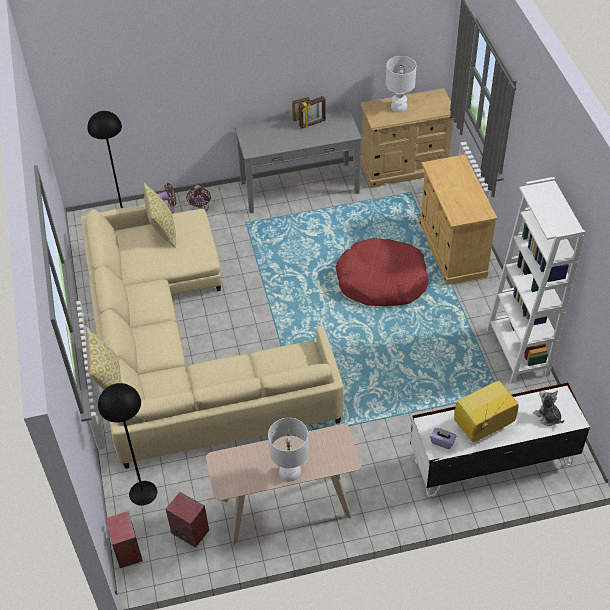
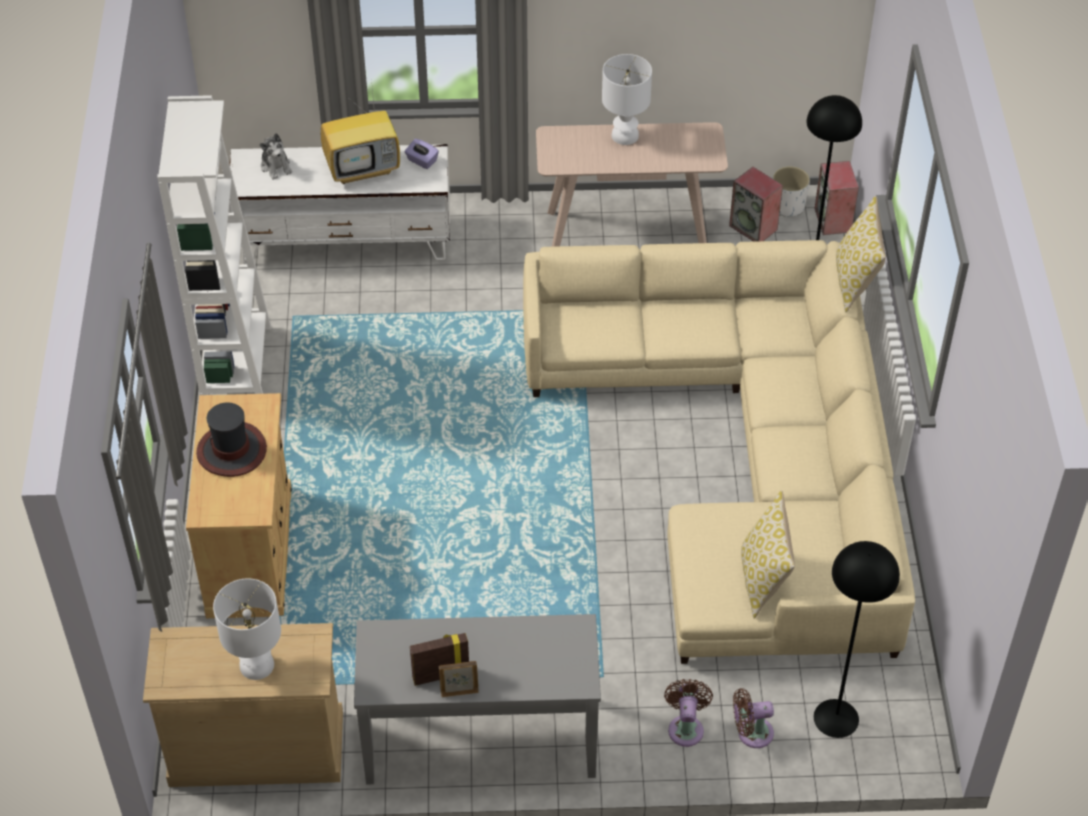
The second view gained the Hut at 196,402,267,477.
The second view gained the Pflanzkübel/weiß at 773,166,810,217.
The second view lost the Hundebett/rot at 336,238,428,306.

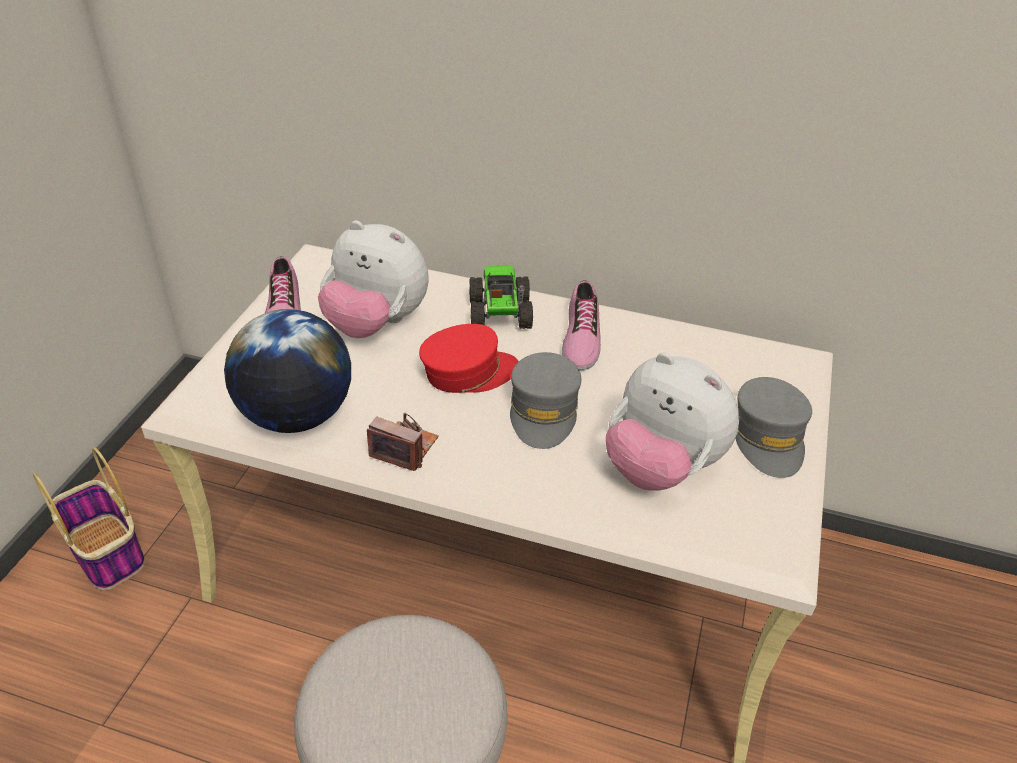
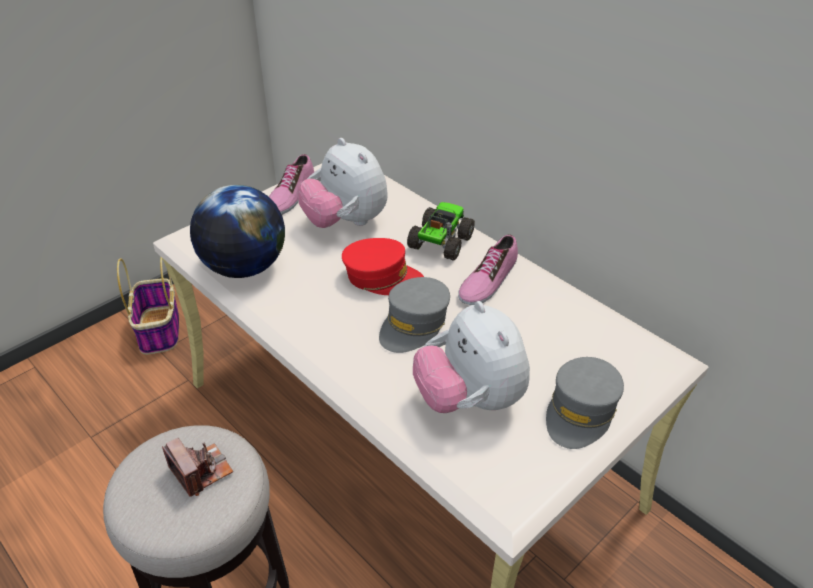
The Kamera ended up elsewhere, having gone from 367,413,439,471 to 162,438,233,497.

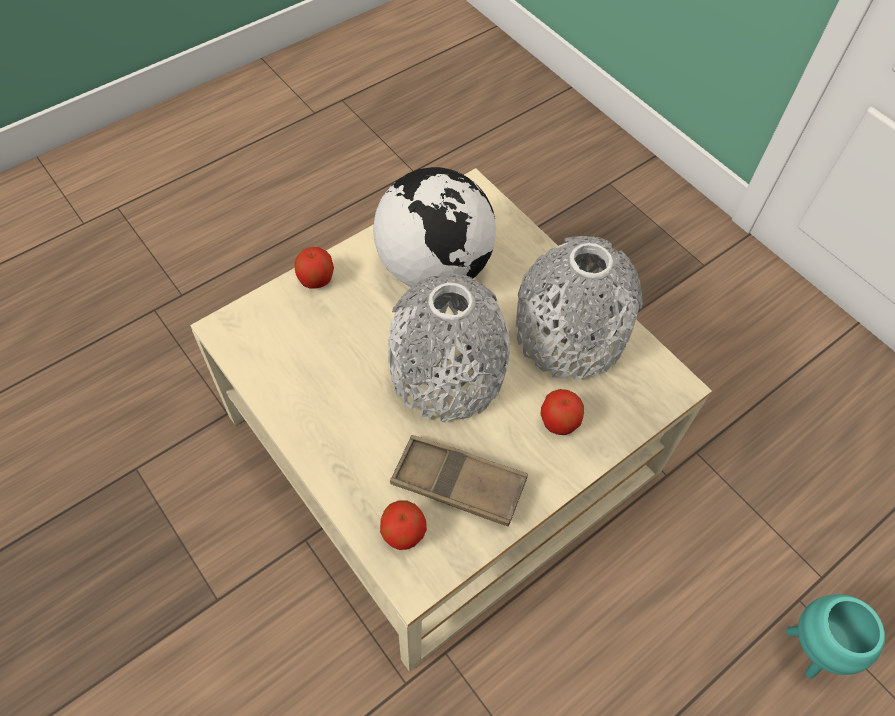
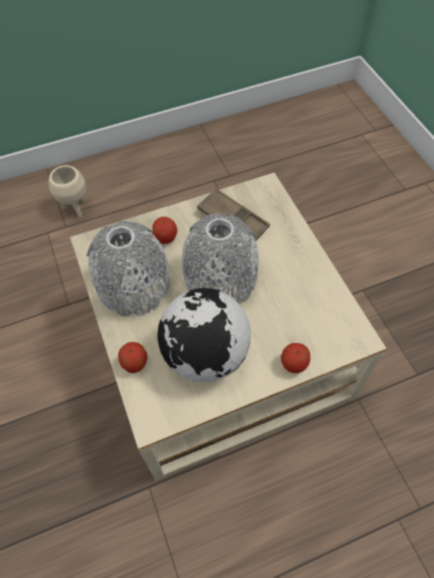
What was the Pflanzkübel/türkis at 786,594,885,679 turned into the Pflanzkübel/beige at 49,165,86,218.
The Apfel ended up elsewhere, having gone from 380,500,427,550 to 118,342,148,373.

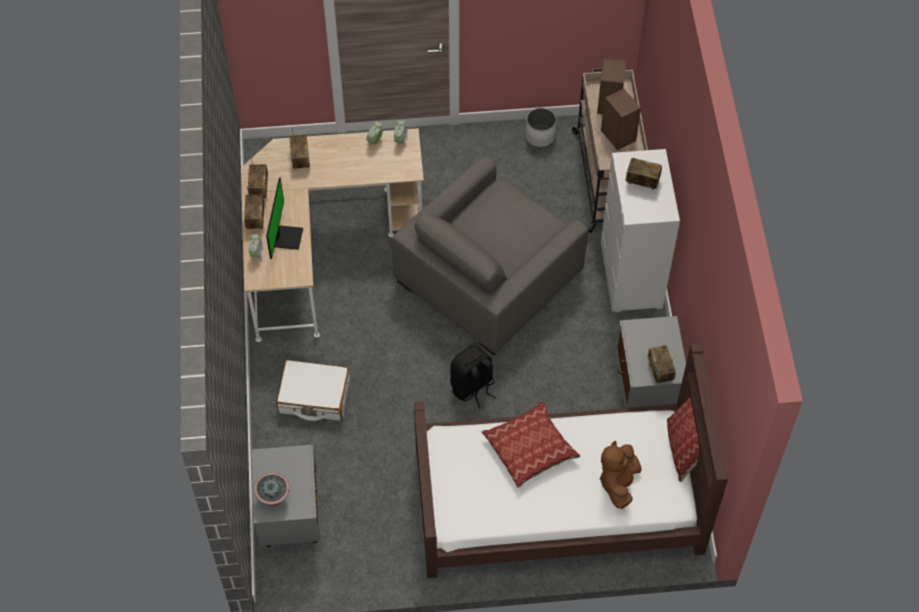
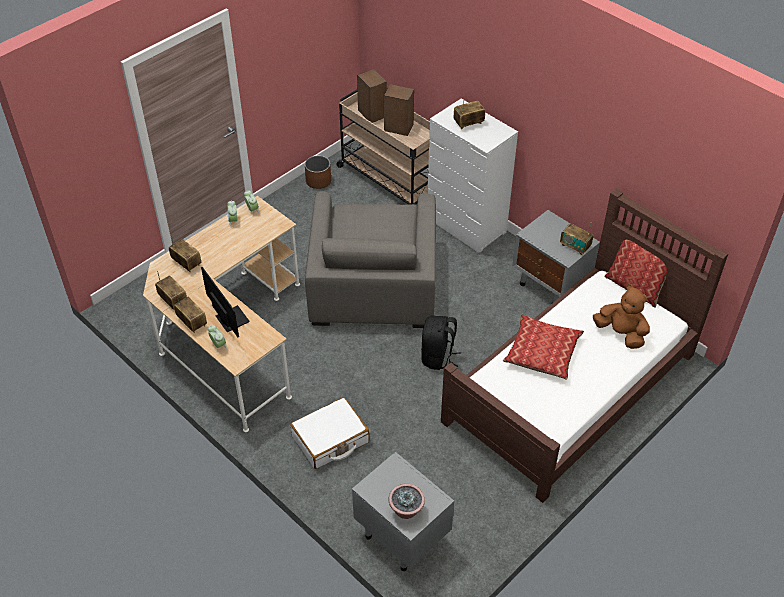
What was the Pflanzkübel/weiß at 525,108,556,147 turned into the Pflanzkübel/braun at 305,156,331,189.
The Plüschtier/braun at 600,441,642,509 ended up facing another way, 150 degrees clockwise from before.

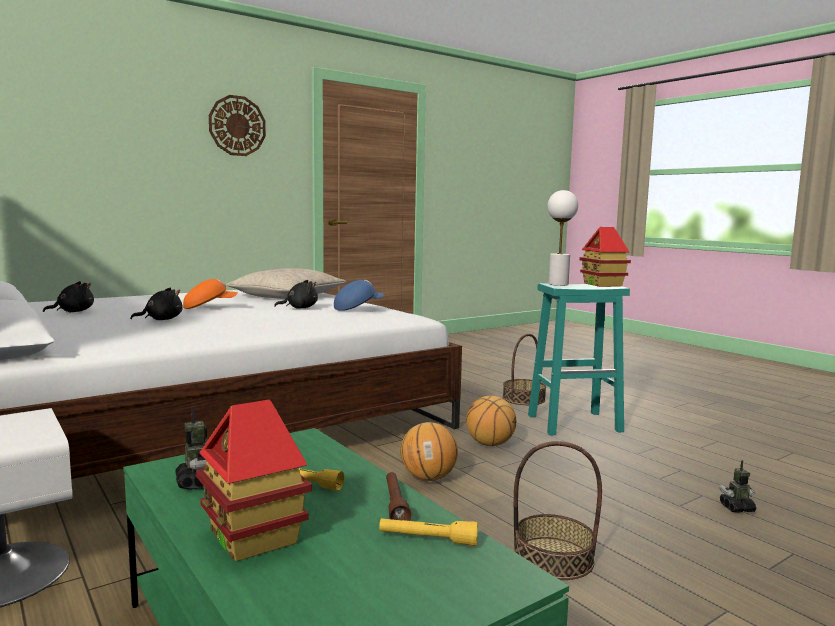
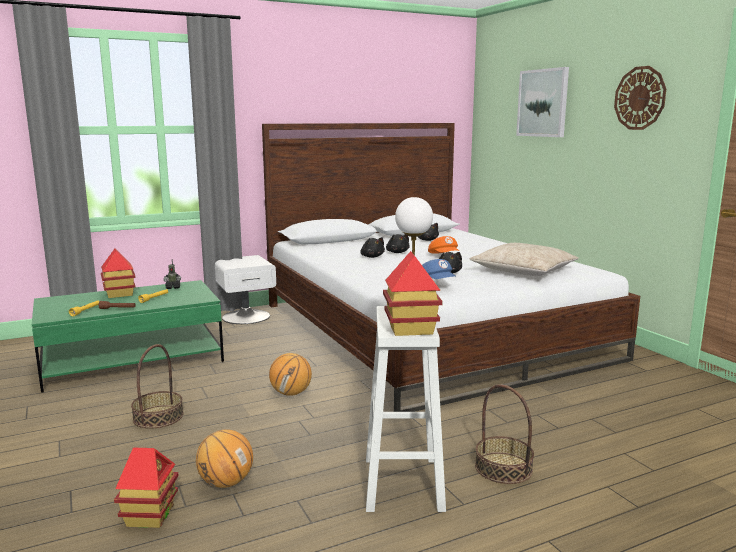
Where the Spielzeugroboter stood at 719,460,756,513, the Spielzeughaus came to stand at 114,448,179,528.
The Basketball ended up elsewhere, having gone from 466,396,516,446 to 196,429,253,488.
The second view gained the Plüschtier/schwarz at 361,237,385,258.
What was the Hocker/türkis at 528,283,630,436 turned into the Hocker/weiß at 366,306,446,512.
The second view gained the Bild at 516,67,569,137.

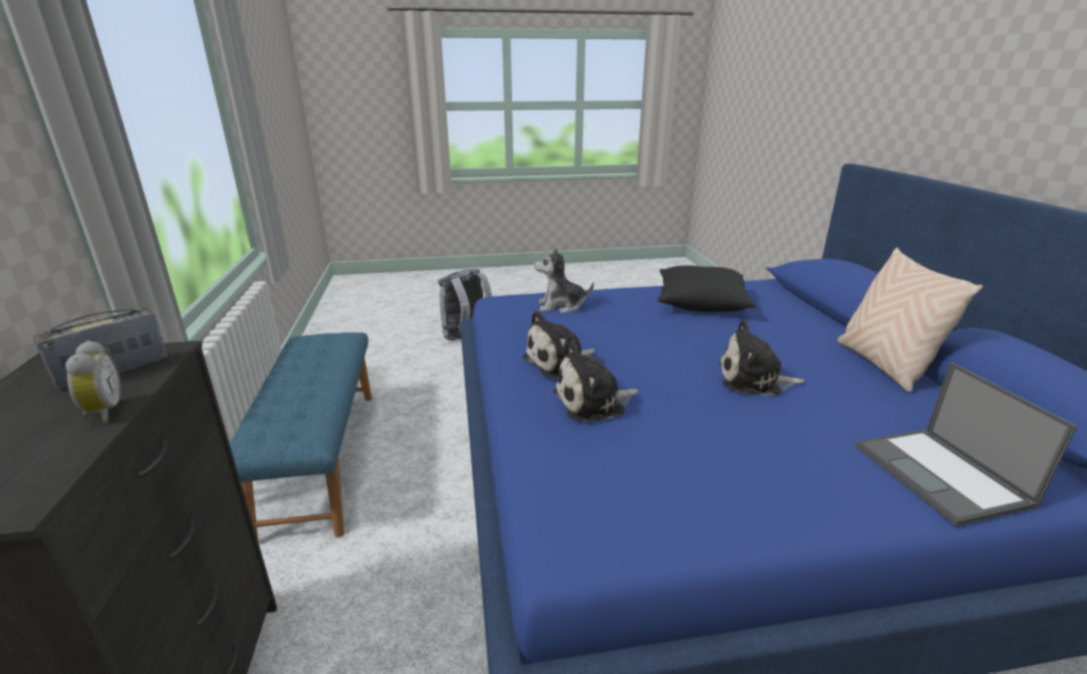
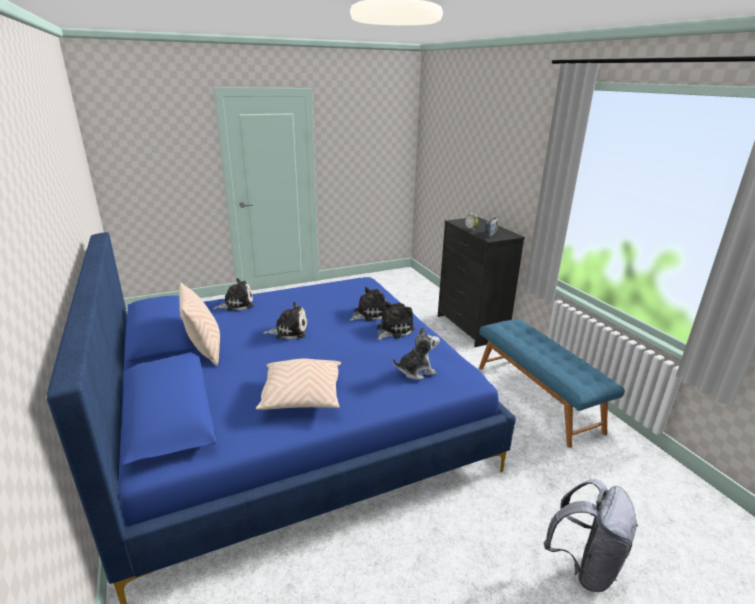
Where the Laptop stood at 855,362,1077,526, the Plüschtier came to stand at 213,278,254,311.
What was the Kissen/schwarz at 657,265,756,312 turned into the Kissen/beige at 256,359,341,410.

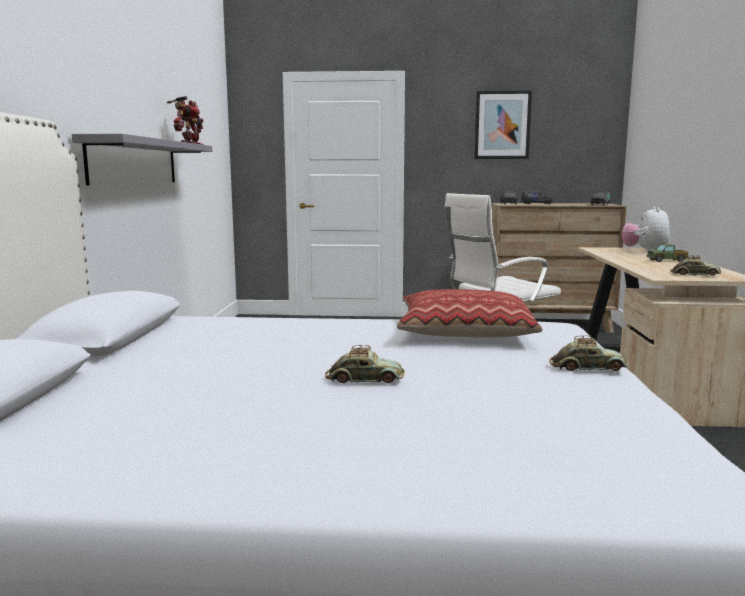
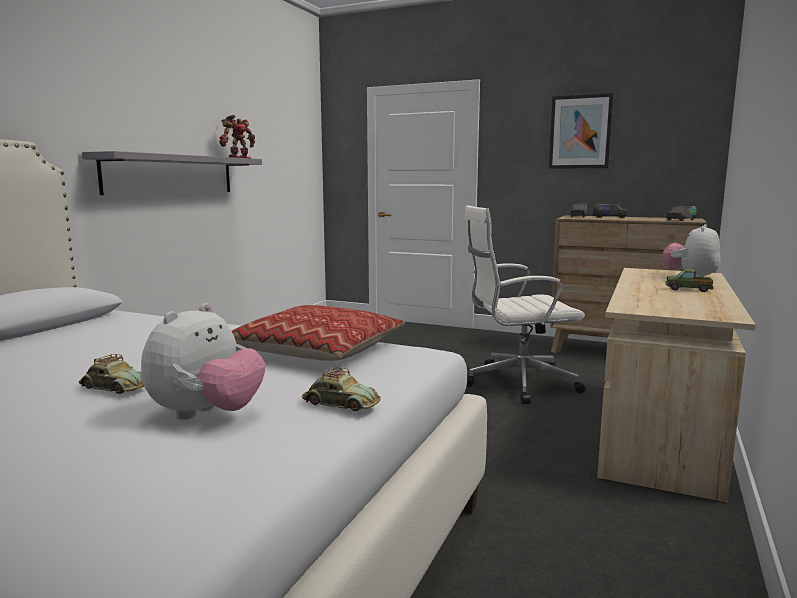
The second view gained the Plüschtier at 141,303,265,420.
The second view lost the Spielzeugauto at 670,255,722,276.

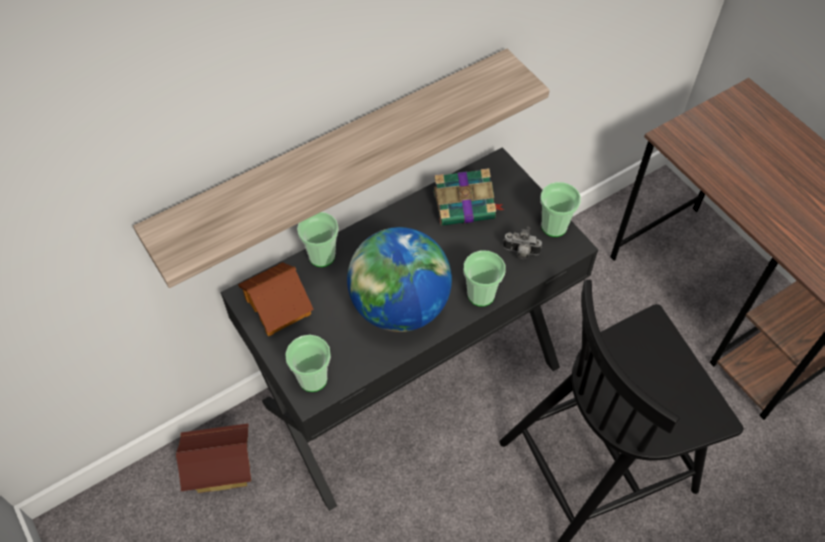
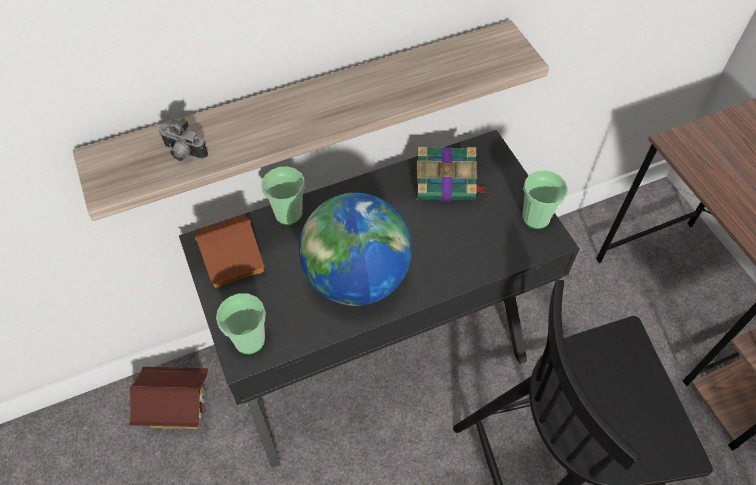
The Kamera ended up elsewhere, having gone from 503,227,542,259 to 159,117,208,161.
The second view lost the Tasse at 463,250,505,307.

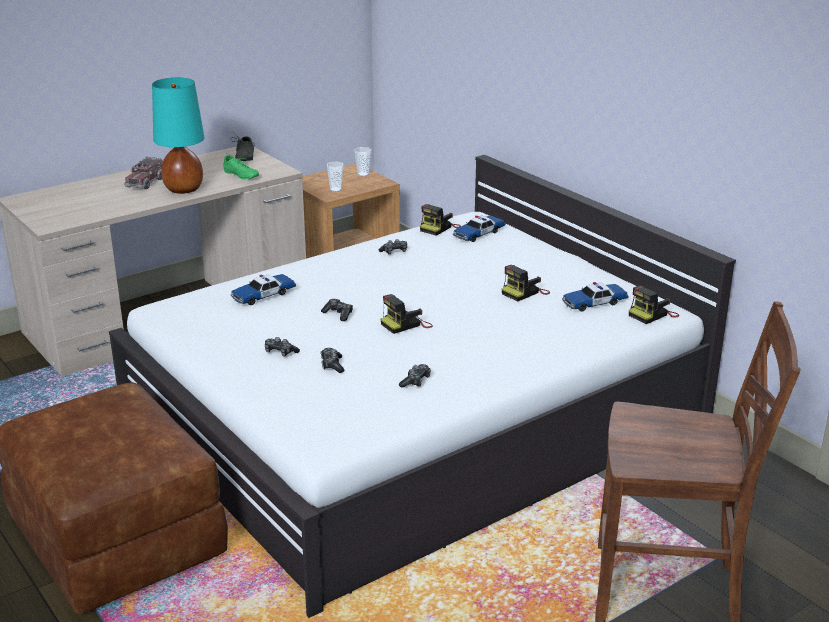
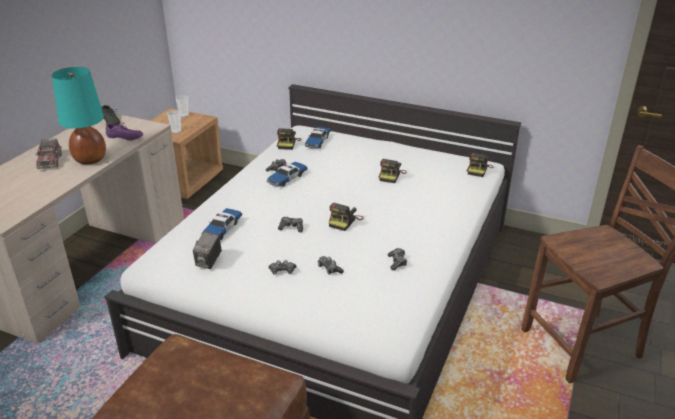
What was the Schuh/grün at 224,153,259,180 turned into the Schuh/lila at 106,122,143,140.
The second view gained the Kamera at 193,232,222,269.
The Spielzeugauto ended up elsewhere, having gone from 562,282,629,312 to 267,162,308,187.

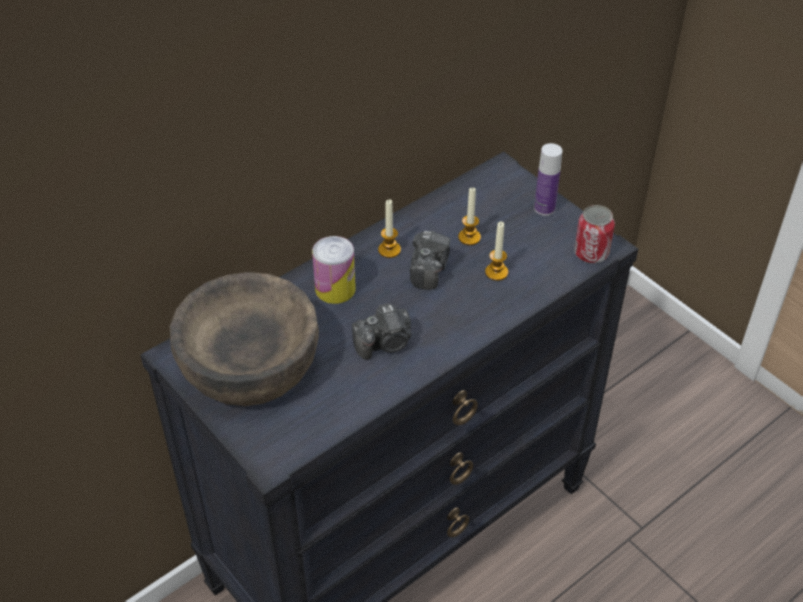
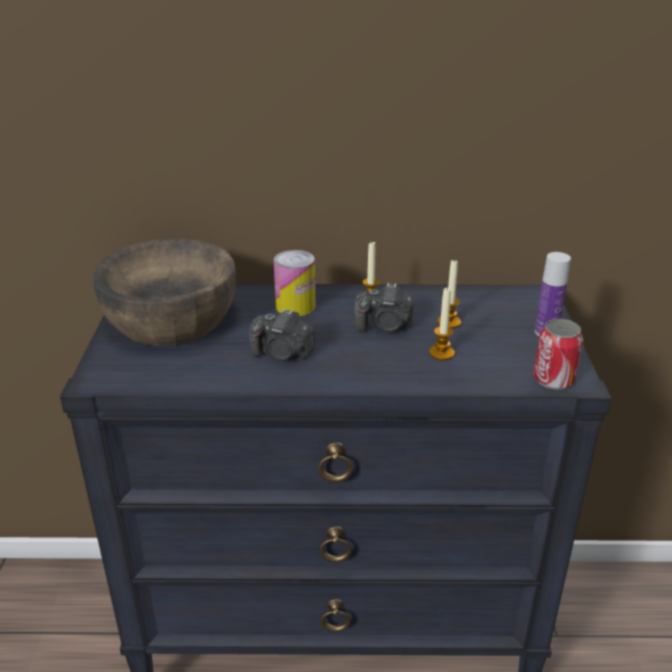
The Kamera at 410,231,451,290 ended up facing another way, 45 degrees clockwise from before.

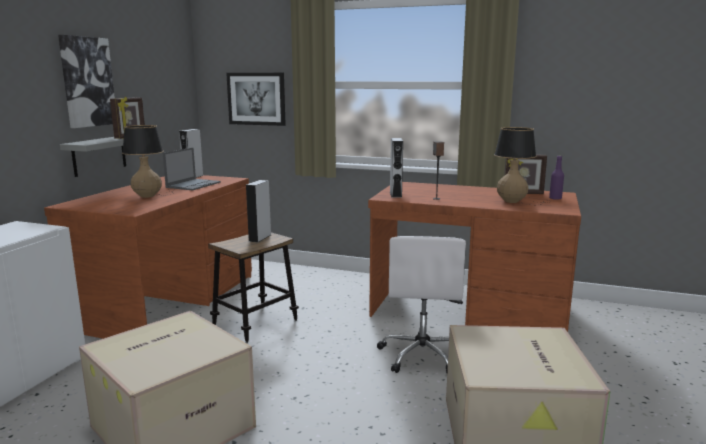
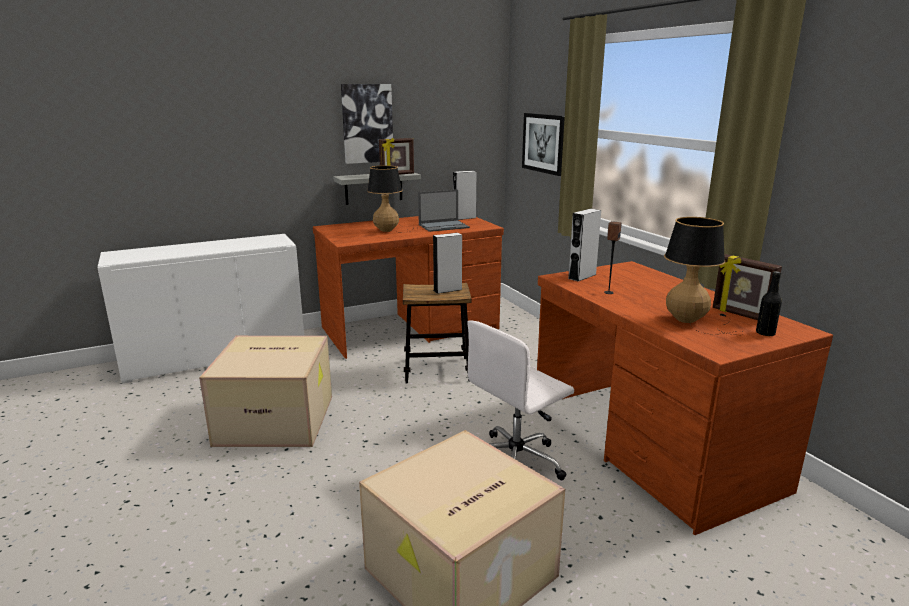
What was the Flasche/lila at 549,156,564,200 turned into the Flasche/schwarz at 756,271,782,336.

